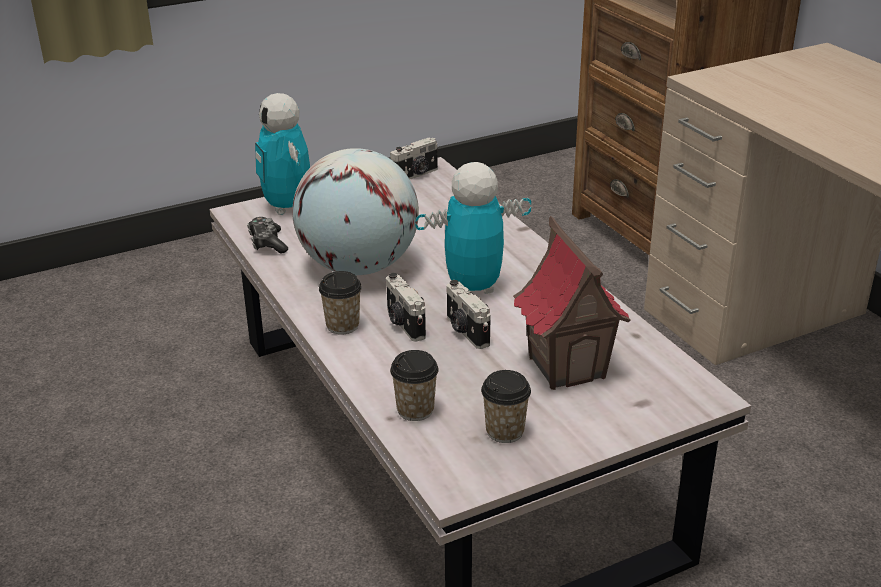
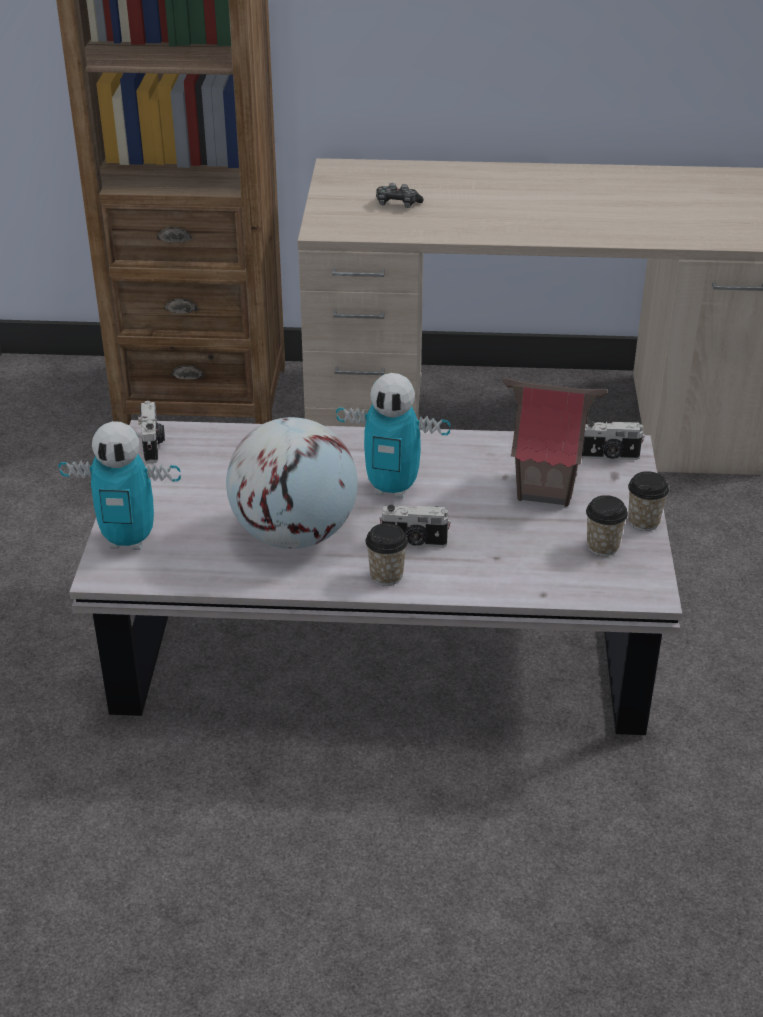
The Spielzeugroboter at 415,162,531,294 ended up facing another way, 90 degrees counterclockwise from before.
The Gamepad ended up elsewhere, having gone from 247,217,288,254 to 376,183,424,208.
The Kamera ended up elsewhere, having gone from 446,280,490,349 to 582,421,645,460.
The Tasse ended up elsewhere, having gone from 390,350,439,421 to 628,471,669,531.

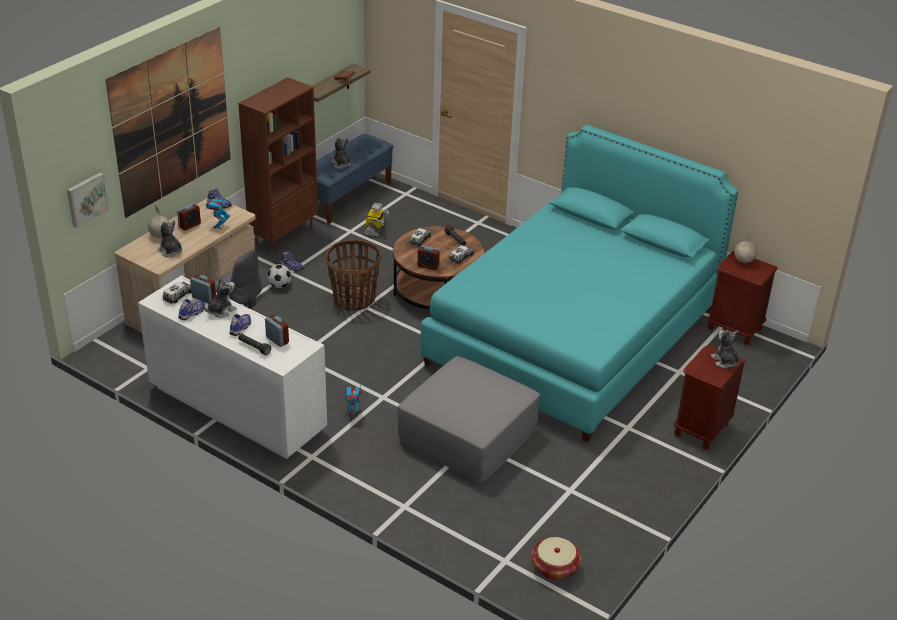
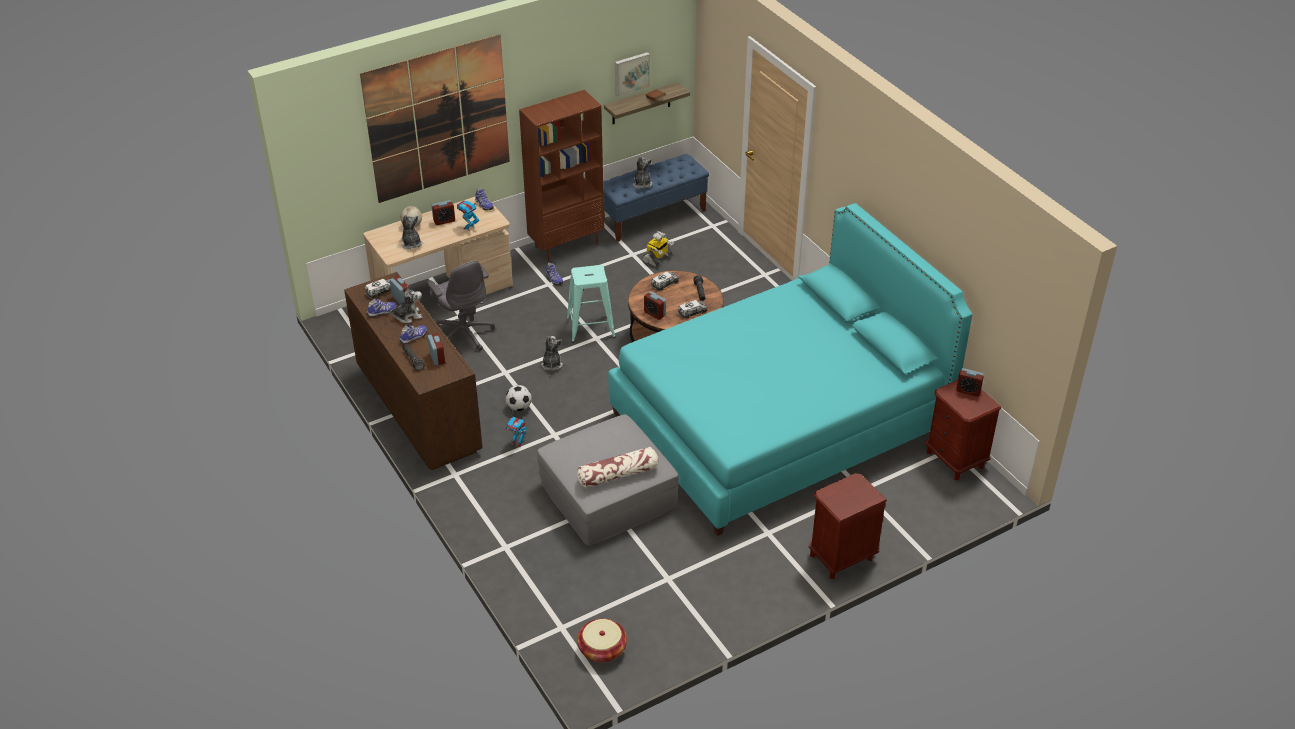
What was the Kommode/weiß at 138,276,327,459 turned into the Kommode/braun at 344,272,483,470.
The Fußball ended up elsewhere, having gone from 267,264,291,288 to 505,385,532,411.
The Plüschtier ended up elsewhere, having gone from 711,330,739,368 to 541,336,563,370.
Where the Korb stood at 325,240,381,310, the Hocker/türkis came to stand at 566,265,615,343.
The second view gained the Kissen at 577,447,658,488.
The Bild ended up elsewhere, having gone from 67,173,109,228 to 615,52,650,97.
Where the Globus stood at 734,230,757,263, the Wecker came to stand at 956,368,984,396.

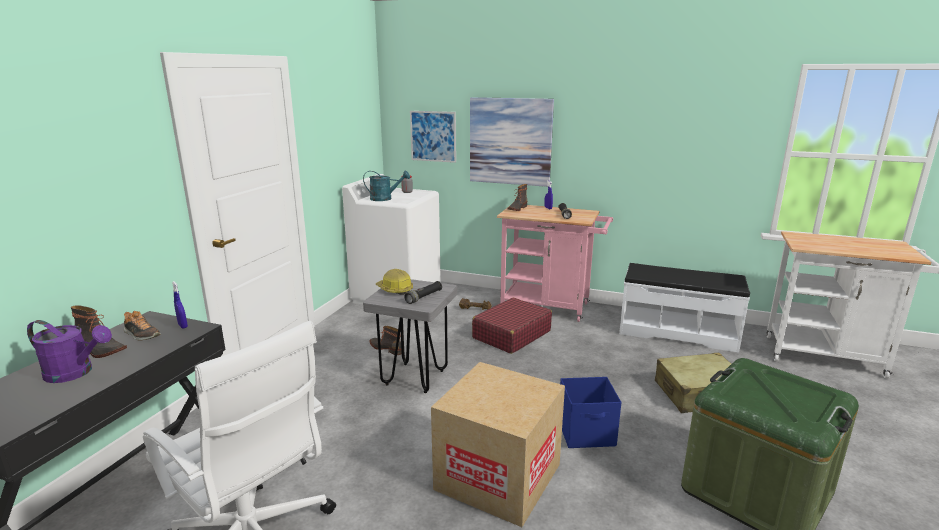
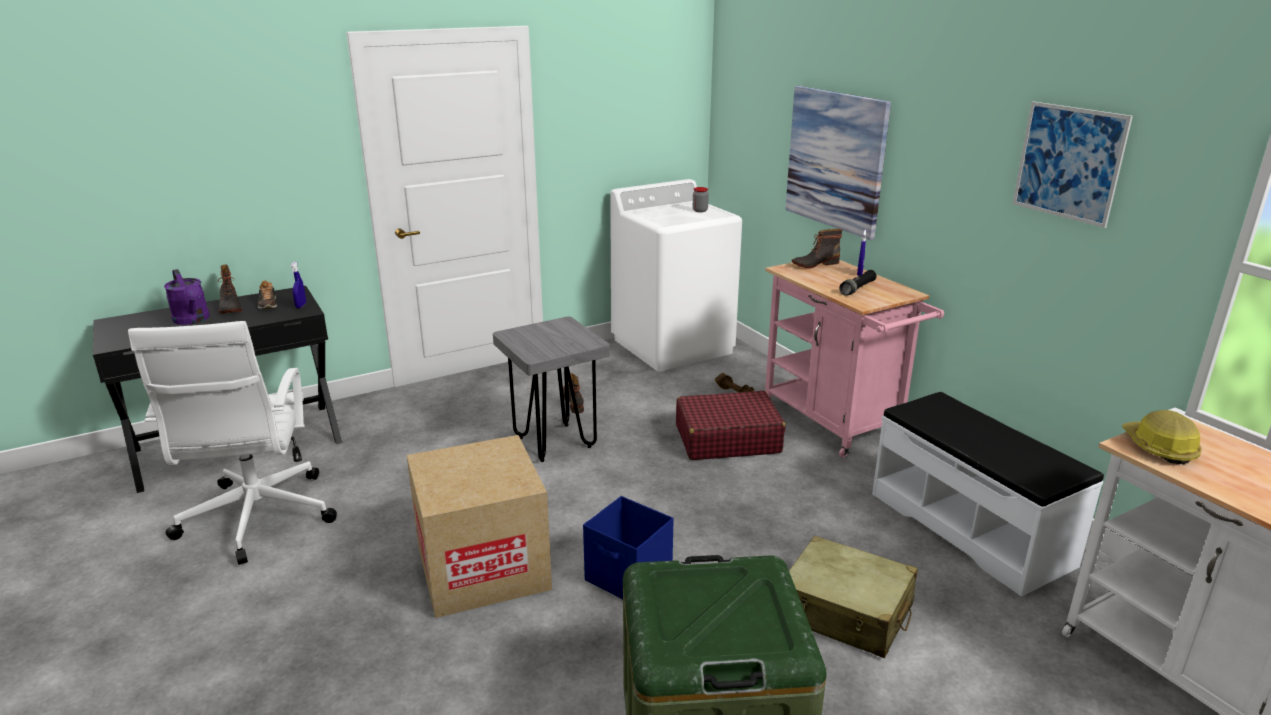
The Bild ended up elsewhere, having gone from 410,111,456,163 to 1013,101,1133,228.
The Schutzhelm ended up elsewhere, having gone from 376,269,413,295 to 1122,410,1202,465.
The second view lost the Gießkanne/türkis at 363,171,410,201.
The second view lost the Taschenlampe/schwarz at 404,281,442,304.

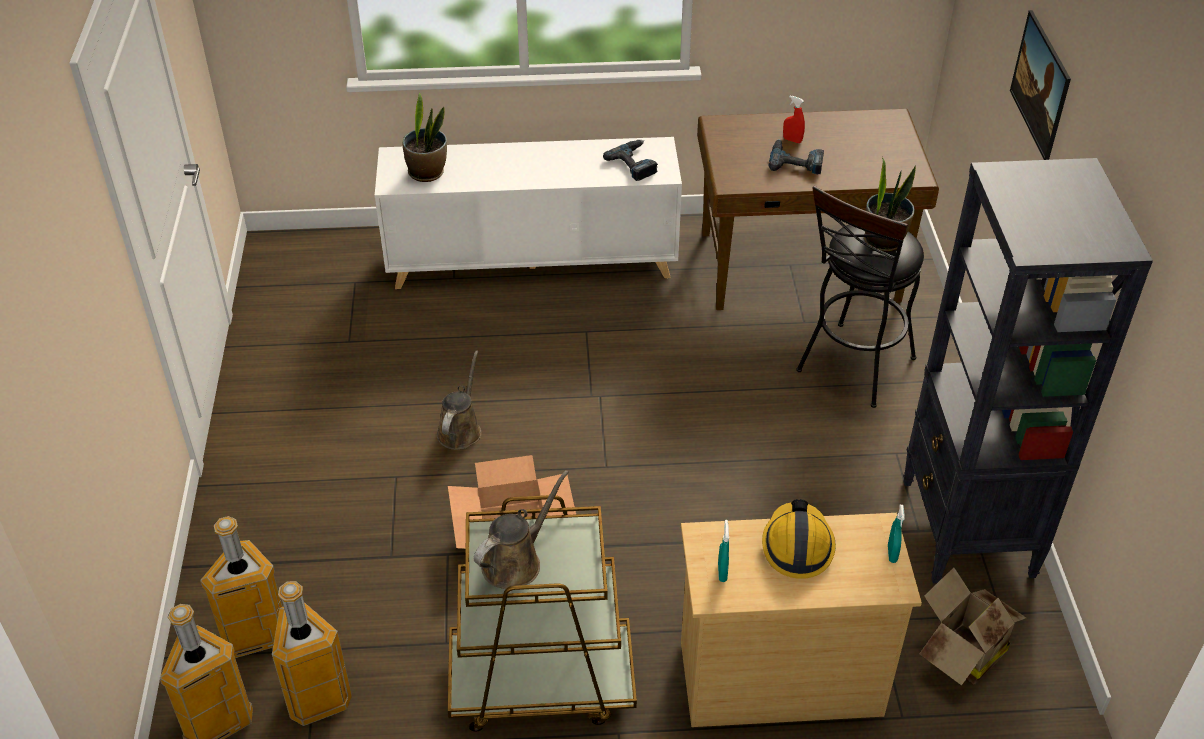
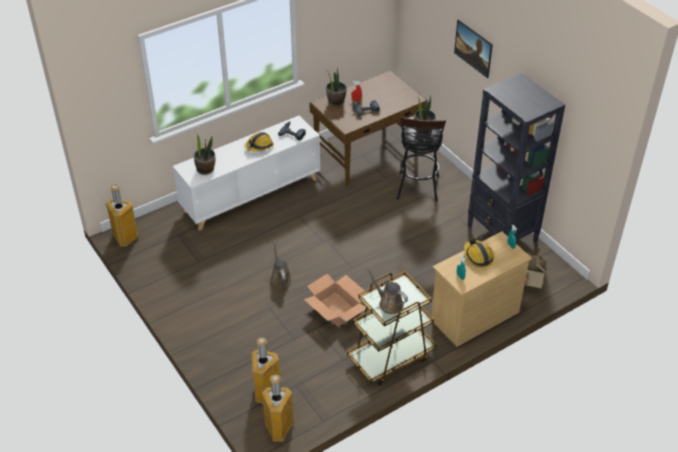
The Mülleimer ended up elsewhere, having gone from 272,581,352,726 to 105,185,139,246.
The second view gained the Schutzhelm at 244,132,274,152.
The second view gained the Topfpflanze at 326,69,347,107.
The Gießkanne/braun at 474,470,569,589 ended up facing another way, 60 degrees counterclockwise from before.

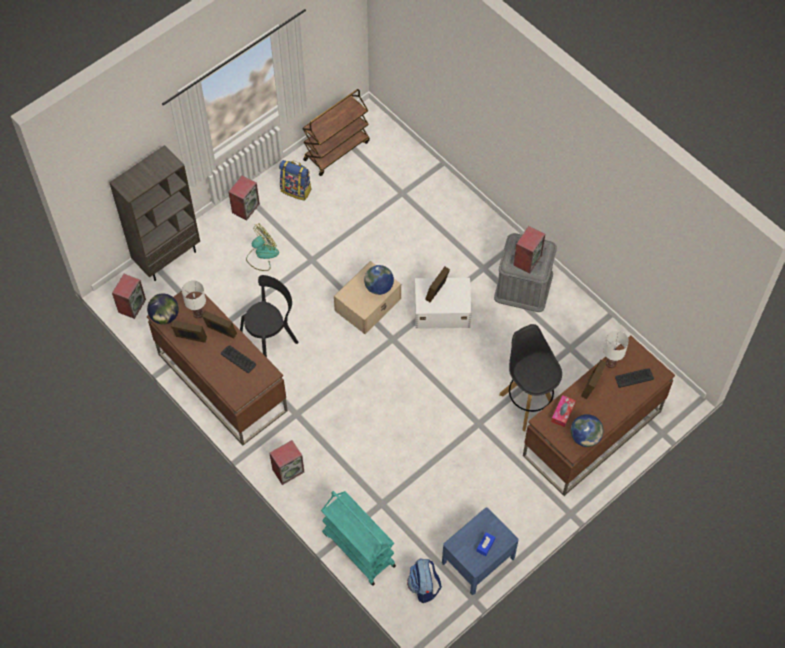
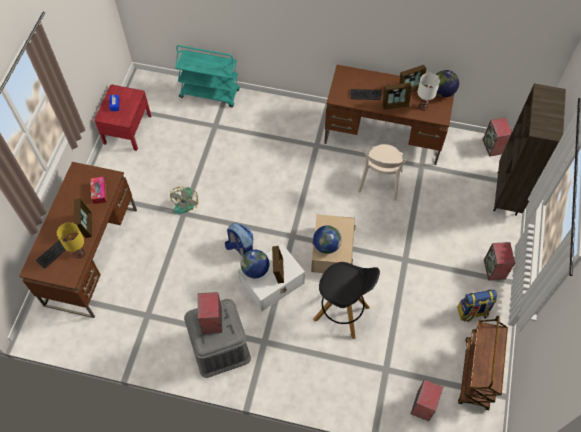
What was the Tischlampe/weiß at 603,331,629,368 turned into the Tischlampe/gelb at 57,222,85,258.
What was the Nachttisch/blau at 442,508,519,595 turned into the Nachttisch/rot at 94,85,151,151.
The Ventilator ended up elsewhere, having gone from 246,224,279,271 to 170,187,198,214.
The Rucksack ended up elsewhere, having gone from 407,559,442,603 to 225,222,254,257.
The Globus ended up elsewhere, having gone from 571,414,603,447 to 241,250,269,278.
The Hocker/schwarz ended up elsewhere, having gone from 499,324,562,431 to 313,262,380,339.
What was the Stuhl/schwarz at 240,275,299,358 turned into the Stuhl/beige at 358,144,408,201.
The Lautsprecher ended up elsewhere, having gone from 270,440,304,485 to 411,379,443,421.

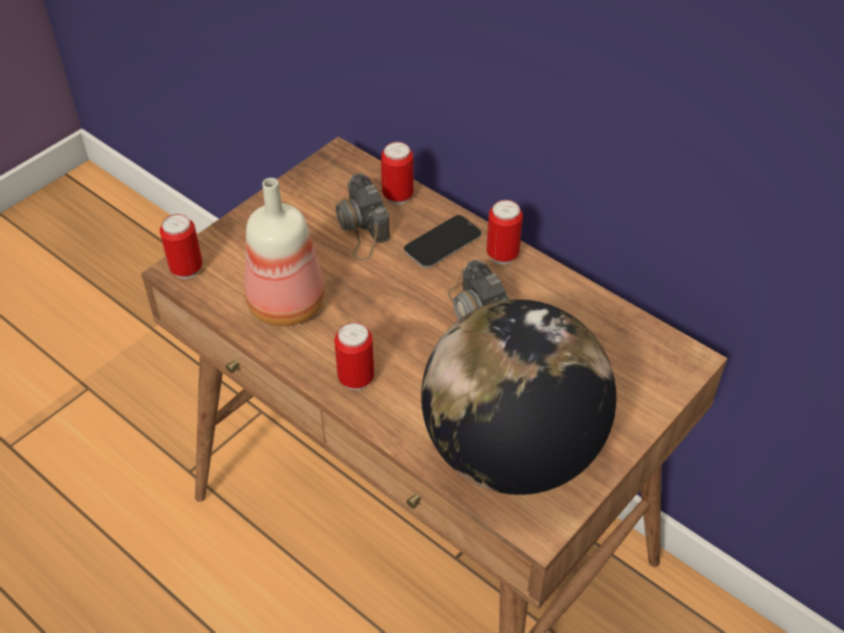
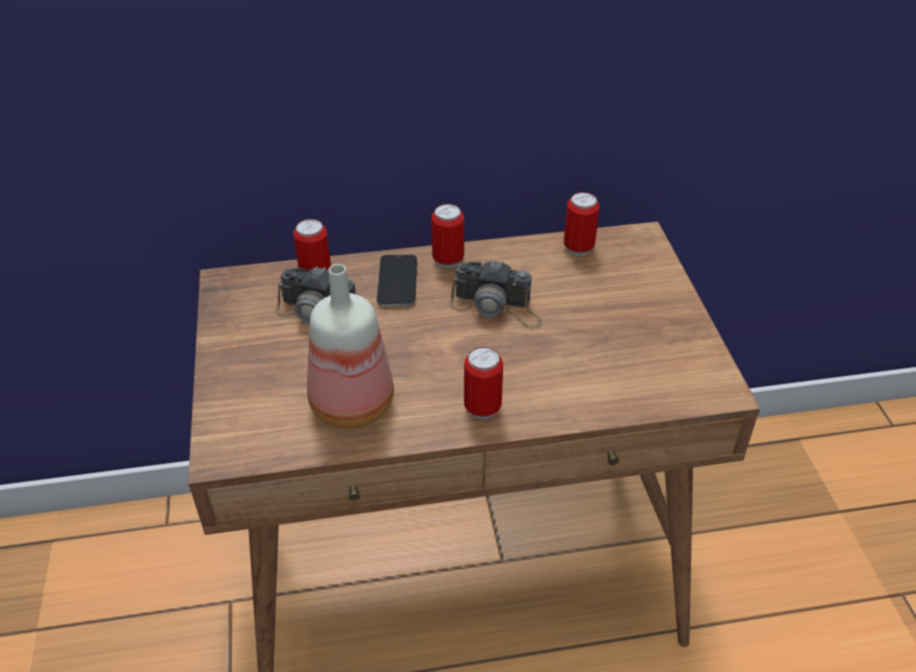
The Dose ended up elsewhere, having gone from 160,214,202,279 to 564,192,599,256.
The second view lost the Globus at 421,299,616,495.

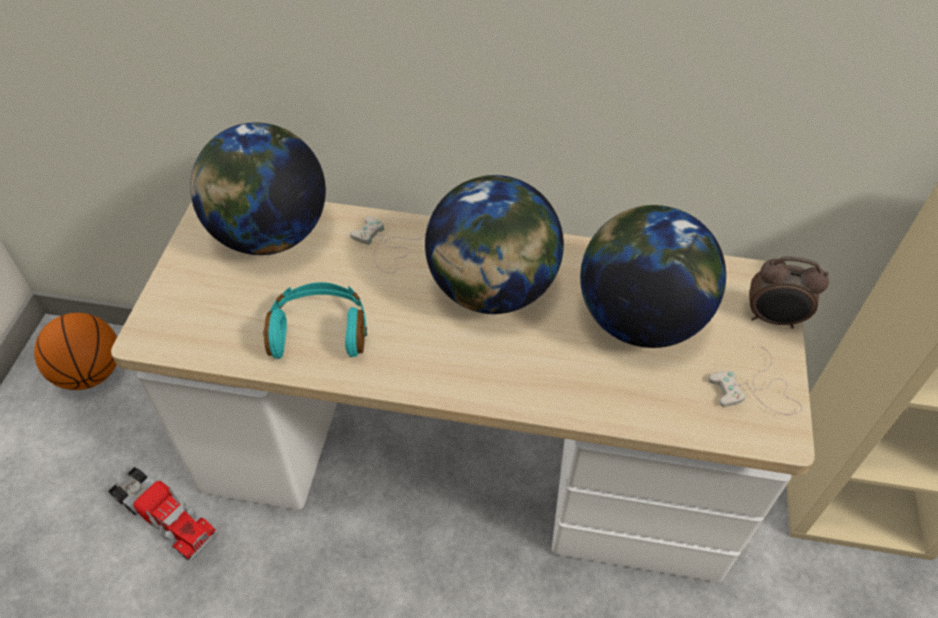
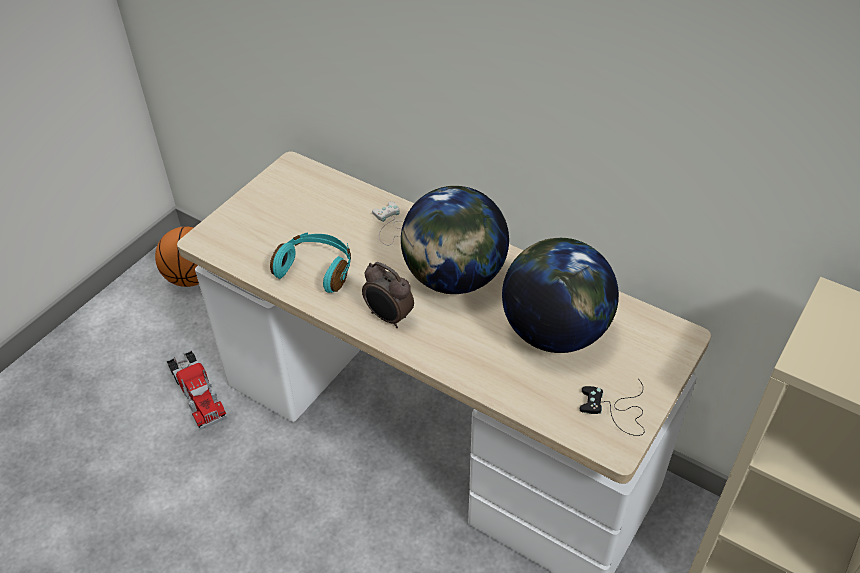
The Wecker ended up elsewhere, having gone from 749,256,829,329 to 362,262,414,328.
What was the Gamepad/weiß at 709,345,802,415 turned into the Gamepad/schwarz at 580,379,645,436.
The second view lost the Globus at 190,123,326,255.

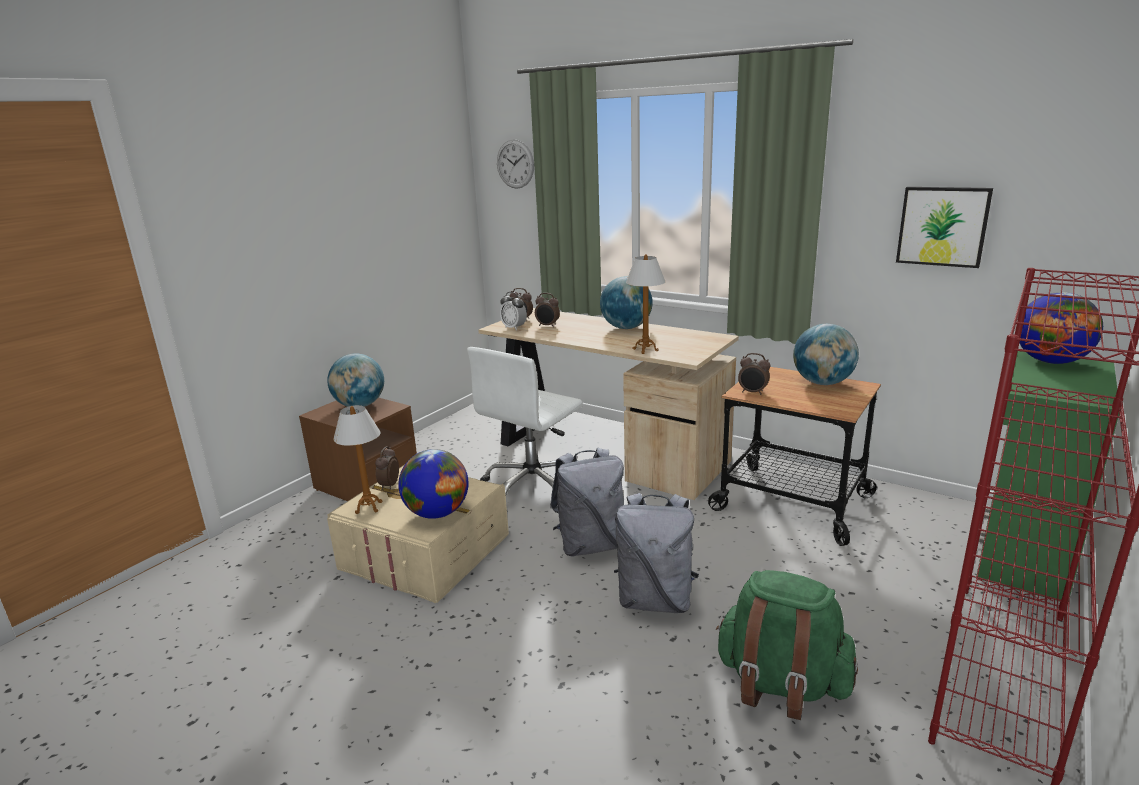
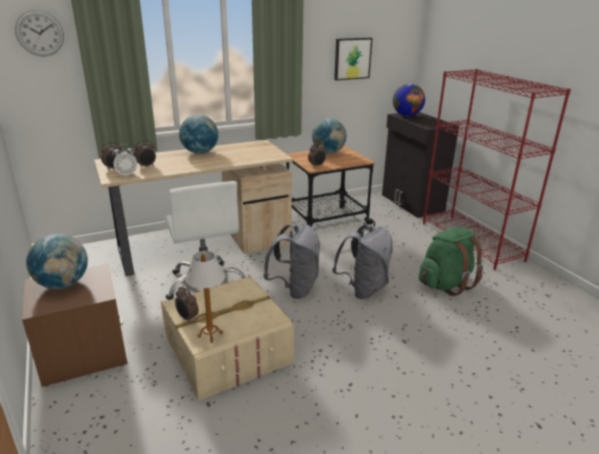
What was the Schrank/grün at 976,351,1119,601 turned into the Schrank/schwarz at 382,112,459,218.
The second view lost the Globus at 398,449,469,519.
The second view lost the Tischlampe at 626,254,665,354.

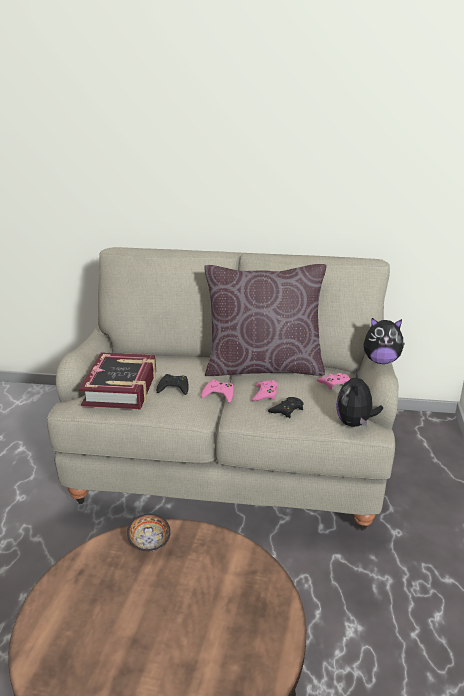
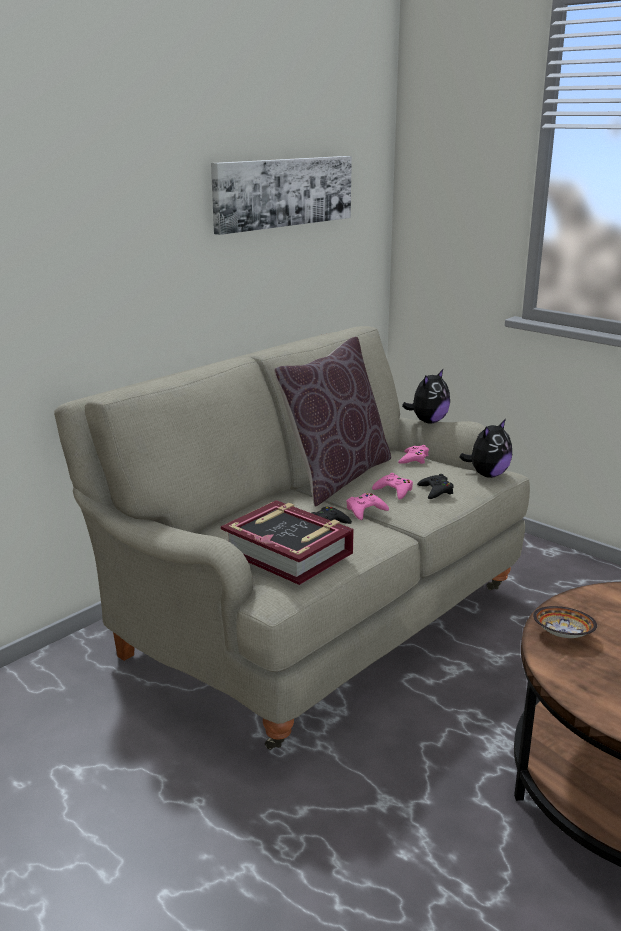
The second view gained the Bild at 211,156,352,235.
The Plüschtier at 336,369,383,427 ended up facing another way, 90 degrees counterclockwise from before.

